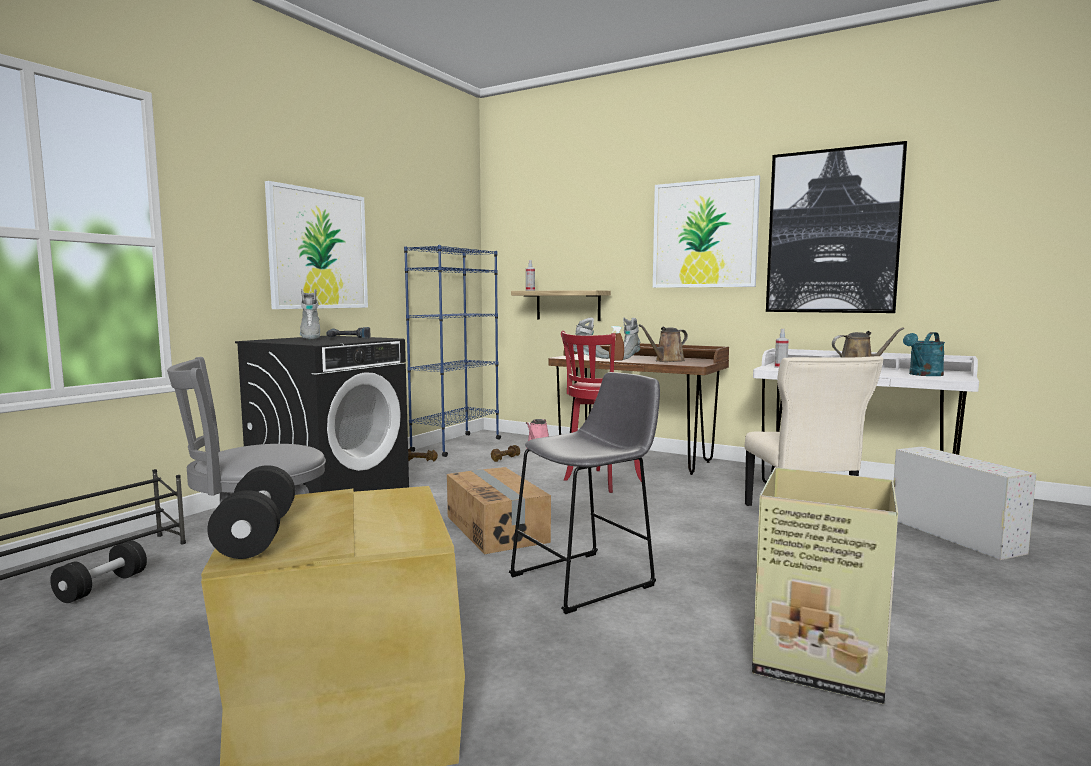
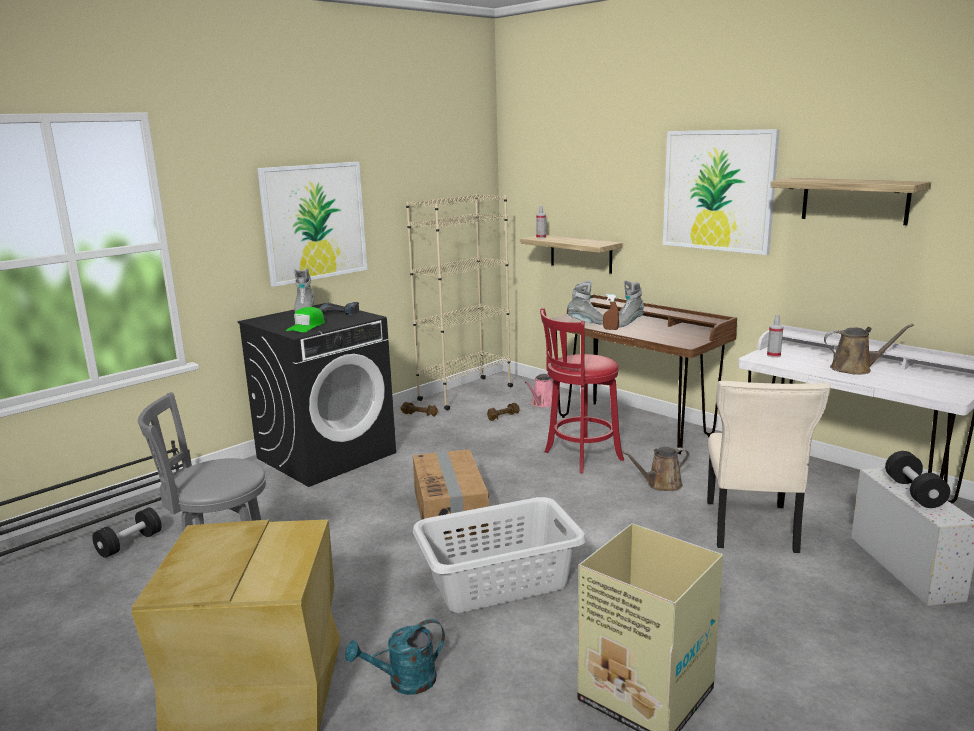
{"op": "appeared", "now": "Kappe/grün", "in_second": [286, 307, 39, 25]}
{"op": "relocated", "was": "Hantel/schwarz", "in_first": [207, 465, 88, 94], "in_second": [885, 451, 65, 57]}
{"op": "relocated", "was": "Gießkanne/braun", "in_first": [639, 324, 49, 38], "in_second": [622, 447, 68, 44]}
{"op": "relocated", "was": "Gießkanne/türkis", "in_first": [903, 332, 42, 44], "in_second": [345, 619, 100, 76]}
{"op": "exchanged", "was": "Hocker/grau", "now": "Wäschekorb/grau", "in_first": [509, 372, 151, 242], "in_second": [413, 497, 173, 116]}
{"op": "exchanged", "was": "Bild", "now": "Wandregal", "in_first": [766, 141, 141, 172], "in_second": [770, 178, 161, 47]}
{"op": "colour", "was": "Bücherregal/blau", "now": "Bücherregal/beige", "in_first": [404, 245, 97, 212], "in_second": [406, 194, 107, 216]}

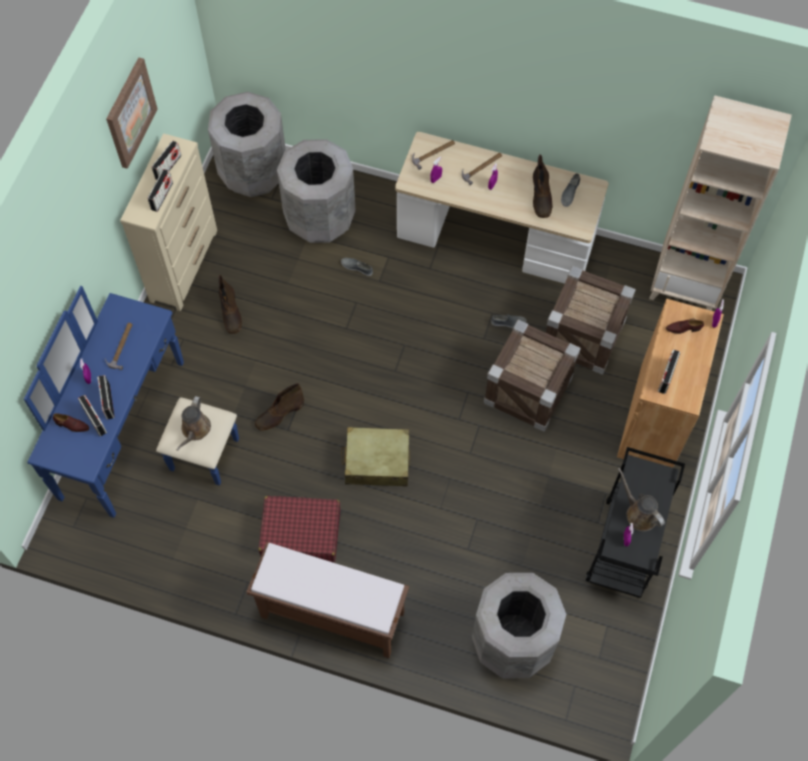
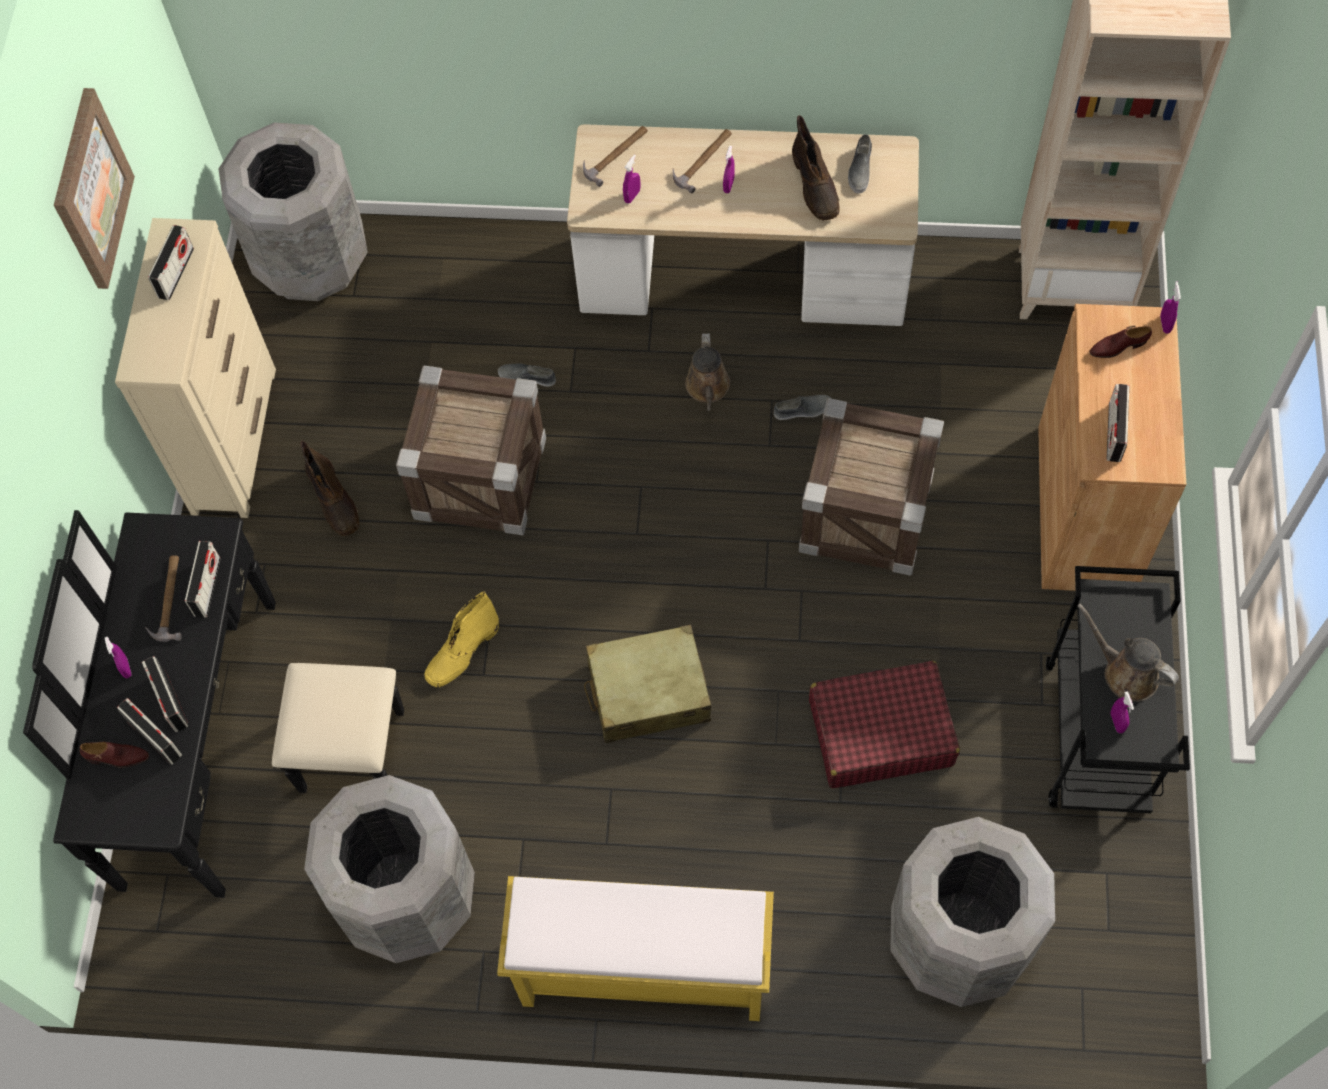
{"op": "relocated", "was": "Radio", "in_first": [148, 169, 25, 43], "in_second": [185, 541, 36, 77]}
{"op": "relocated", "was": "Gießkanne/braun", "in_first": [177, 396, 34, 55], "in_second": [685, 333, 45, 78]}
{"op": "relocated", "was": "Koffer/rot", "in_first": [258, 496, 82, 67], "in_second": [809, 661, 151, 127]}
{"op": "relocated", "was": "Mülleimer/grau", "in_first": [277, 139, 79, 104], "in_second": [304, 775, 171, 188]}
{"op": "relocated", "was": "Kiste", "in_first": [546, 266, 90, 109], "in_second": [396, 366, 150, 169]}
{"op": "colour", "was": "Kommode/blau", "now": "Kommode/schwarz", "in_first": [24, 286, 215, 232], "in_second": [23, 510, 381, 388]}
{"op": "colour", "was": "Bank/braun", "now": "Bank/gelb", "in_first": [247, 542, 162, 116], "in_second": [497, 876, 277, 145]}
{"op": "colour", "was": "Stiefel/braun", "now": "Stiefel/gelb", "in_first": [255, 383, 49, 48], "in_second": [424, 592, 75, 95]}

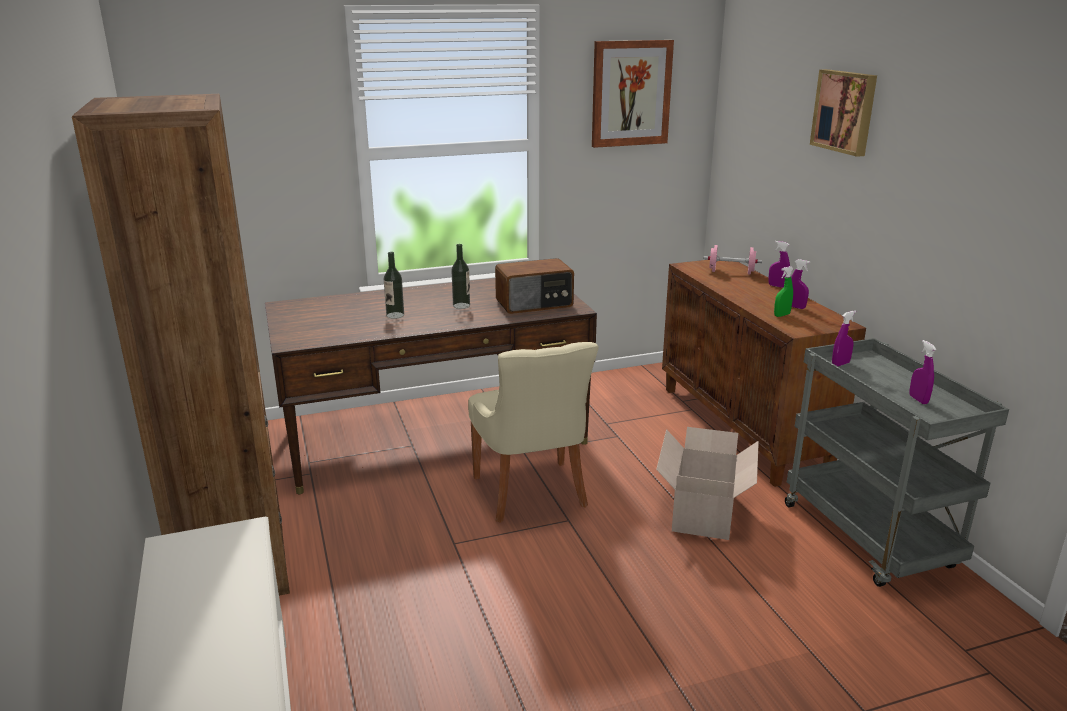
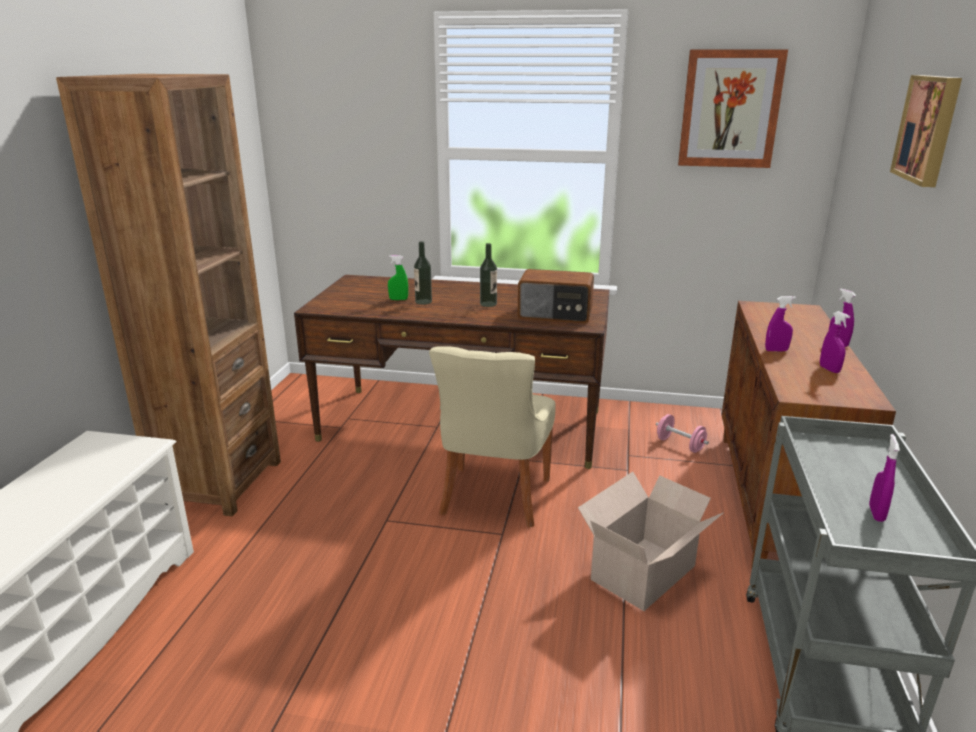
{"op": "relocated", "was": "Hantel/rosa", "in_first": [704, 245, 58, 30], "in_second": [656, 414, 53, 39]}
{"op": "relocated", "was": "Sprühflasche/grün", "in_first": [774, 266, 20, 51], "in_second": [388, 255, 20, 45]}
{"op": "relocated", "was": "Sprühflasche/lila", "in_first": [832, 311, 24, 55], "in_second": [765, 296, 31, 55]}

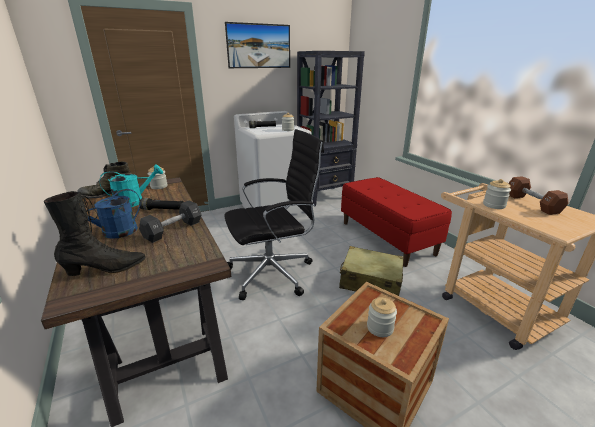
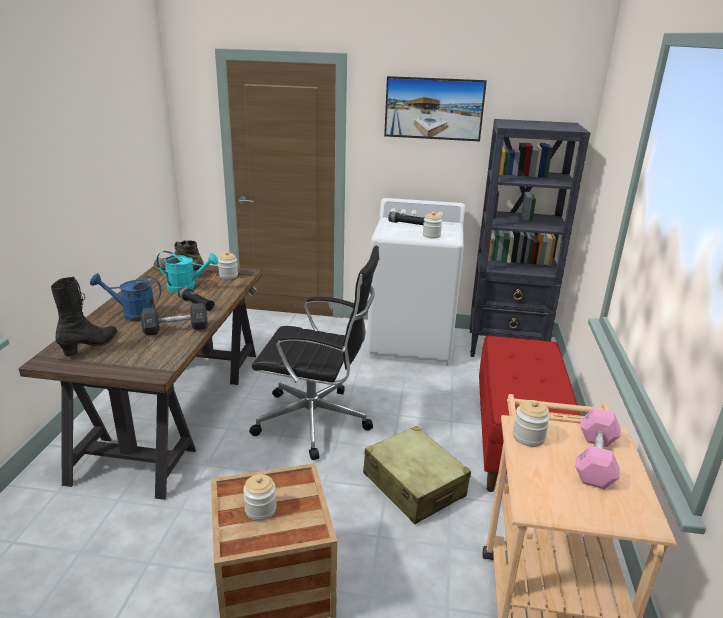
{"op": "colour", "was": "Hantel/braun", "now": "Hantel/rosa", "in_first": [508, 176, 61, 39], "in_second": [575, 408, 46, 81]}
{"op": "spun", "was": "Stiefel/schwarz", "in_first": [44, 191, 102, 85], "in_second": [51, 277, 66, 79], "clockwise": -75}

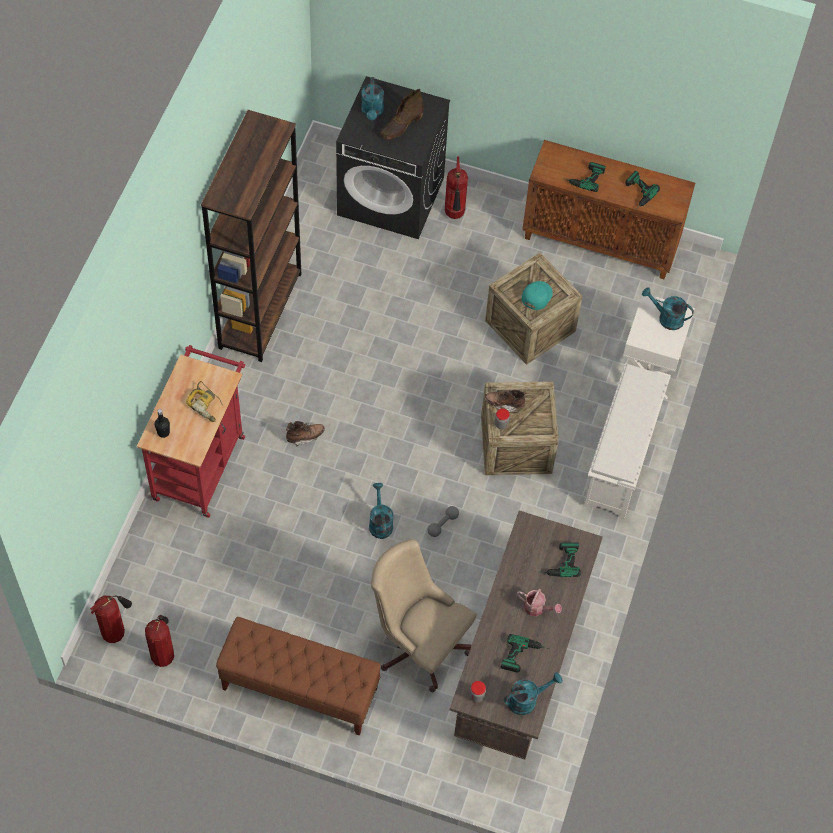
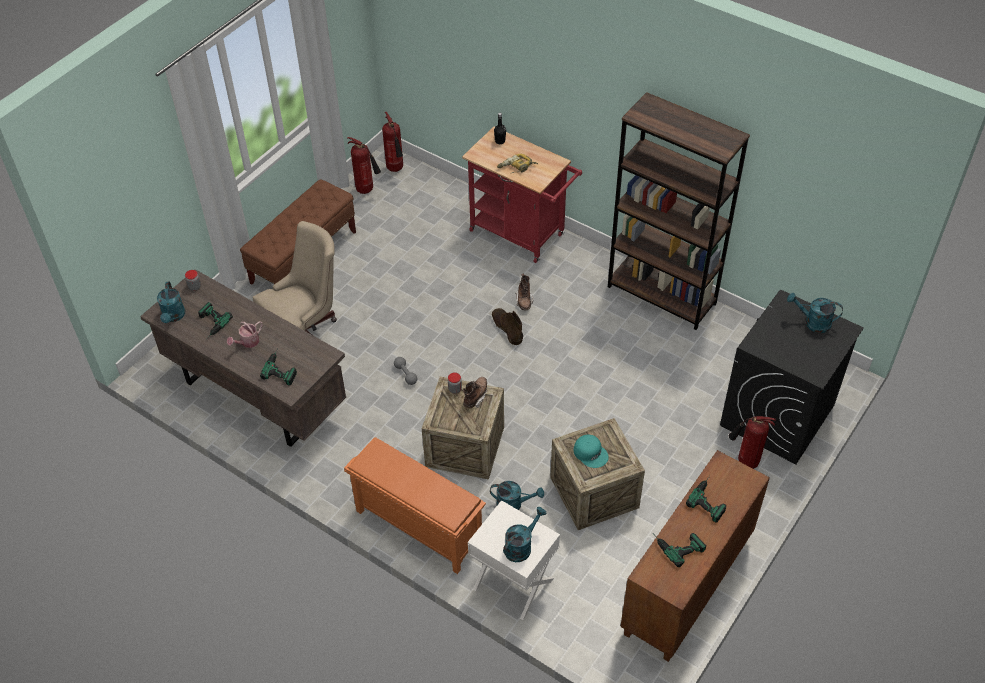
{"op": "relocated", "was": "Gießkanne/türkis", "in_first": [369, 483, 25, 56], "in_second": [490, 481, 54, 29]}
{"op": "relocated", "was": "Stiefel/braun", "in_first": [380, 89, 44, 51], "in_second": [492, 308, 31, 37]}
{"op": "colour", "was": "Schuhregal/weiß", "now": "Schuhregal/orange", "in_first": [583, 363, 88, 156], "in_second": [344, 437, 142, 137]}

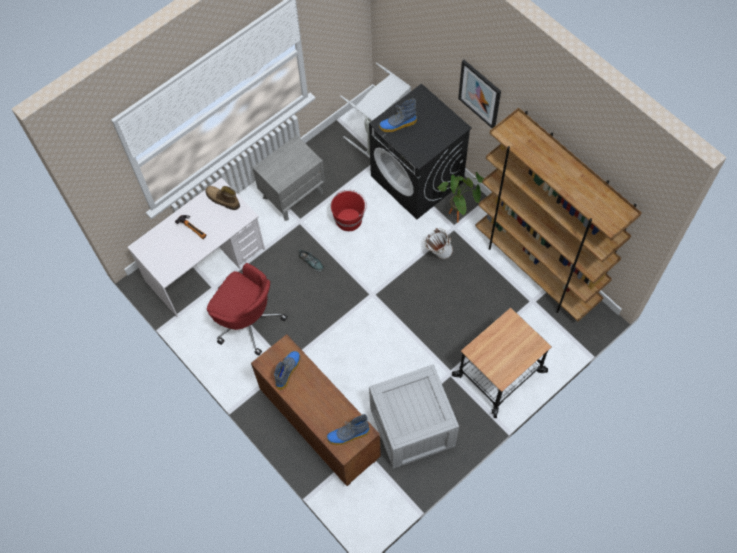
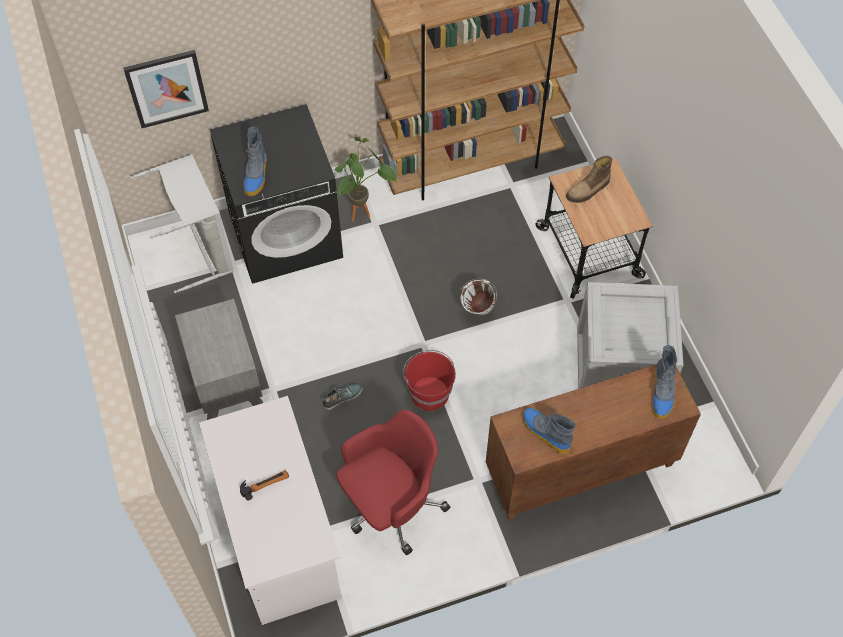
{"op": "relocated", "was": "Stiefel", "in_first": [205, 186, 35, 24], "in_second": [566, 156, 46, 47]}
{"op": "relocated", "was": "Eimer/rot", "in_first": [331, 190, 36, 41], "in_second": [403, 350, 53, 61]}
{"op": "relocated", "was": "Eimer/weiß", "in_first": [425, 228, 28, 31], "in_second": [460, 279, 37, 36]}
{"op": "relocated", "was": "Bild", "in_first": [458, 60, 43, 68], "in_second": [123, 50, 86, 78]}

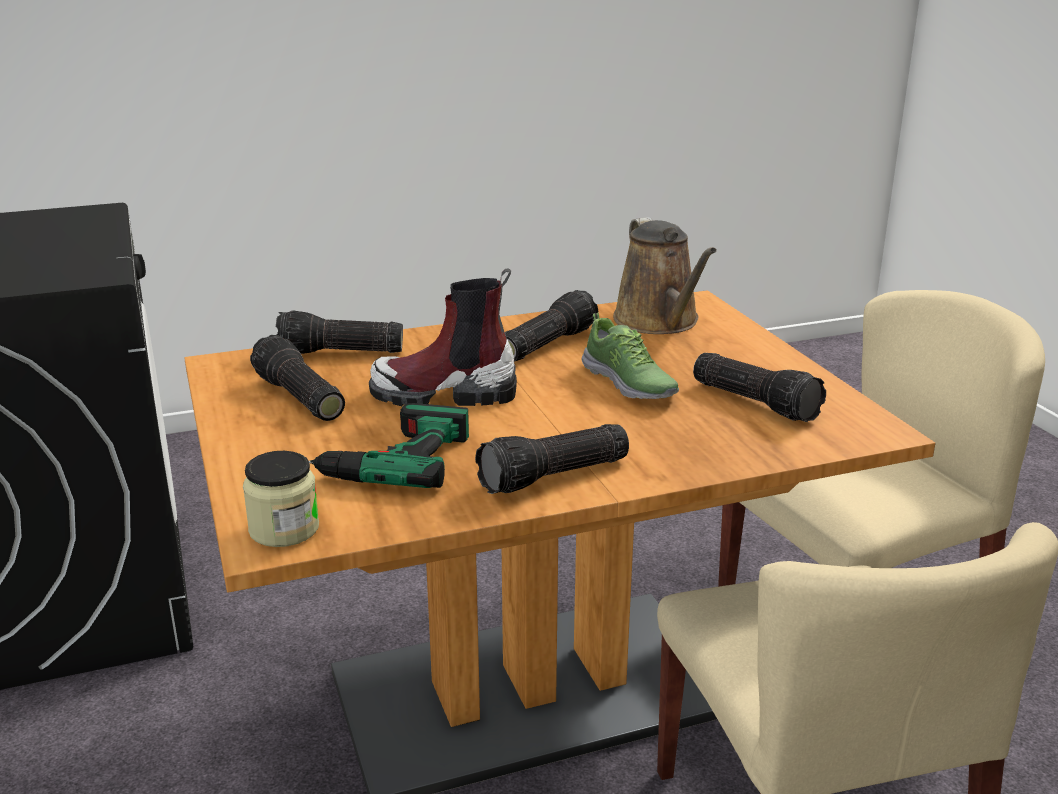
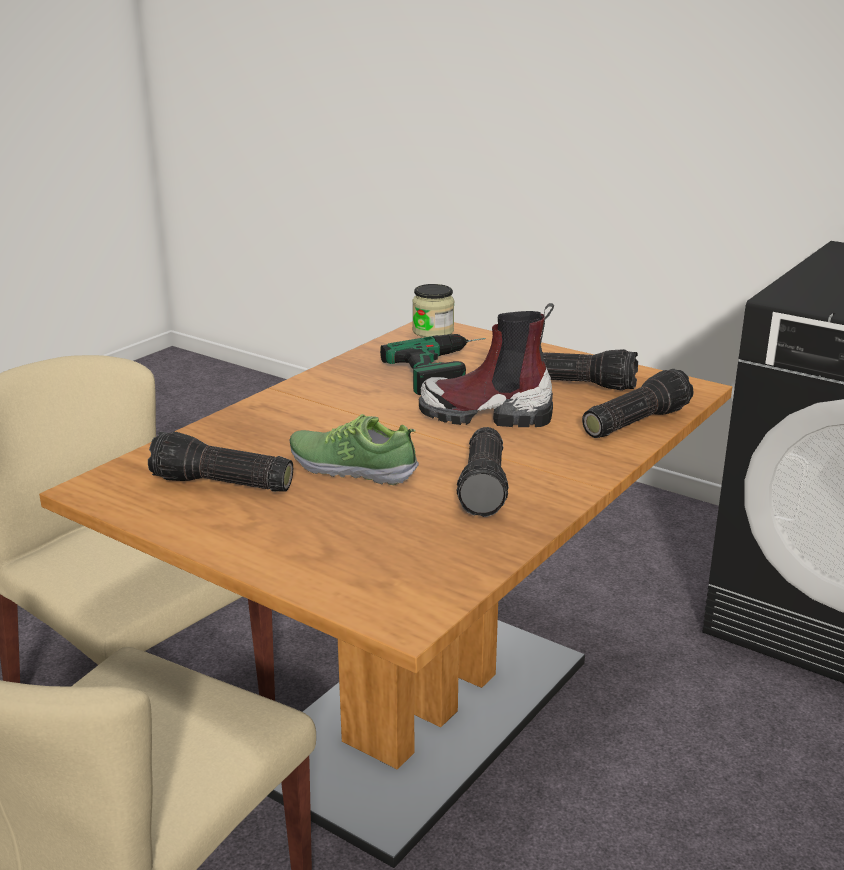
{"op": "missing", "was": "Taschenlampe", "in_first": [475, 424, 154, 70]}
{"op": "missing", "was": "Gießkanne/braun", "in_first": [613, 217, 104, 117]}
{"op": "spun", "was": "Stiefel", "in_first": [369, 268, 148, 138], "in_second": [419, 303, 136, 124], "clockwise": -135}

